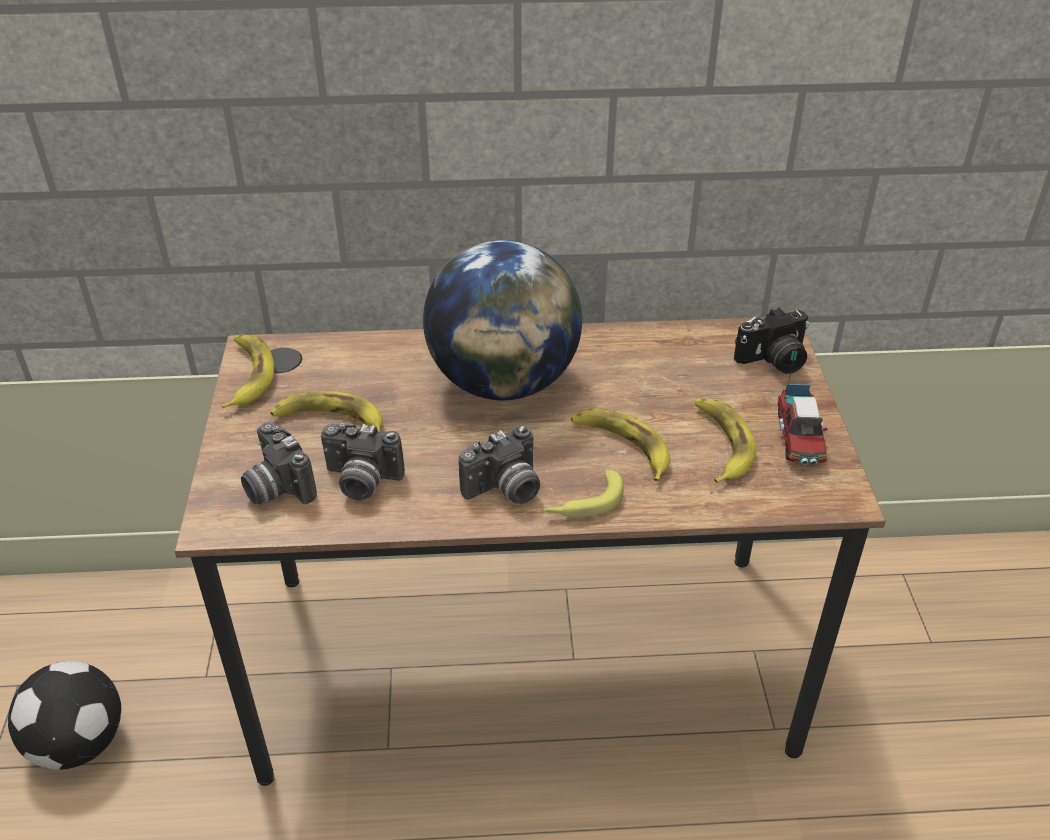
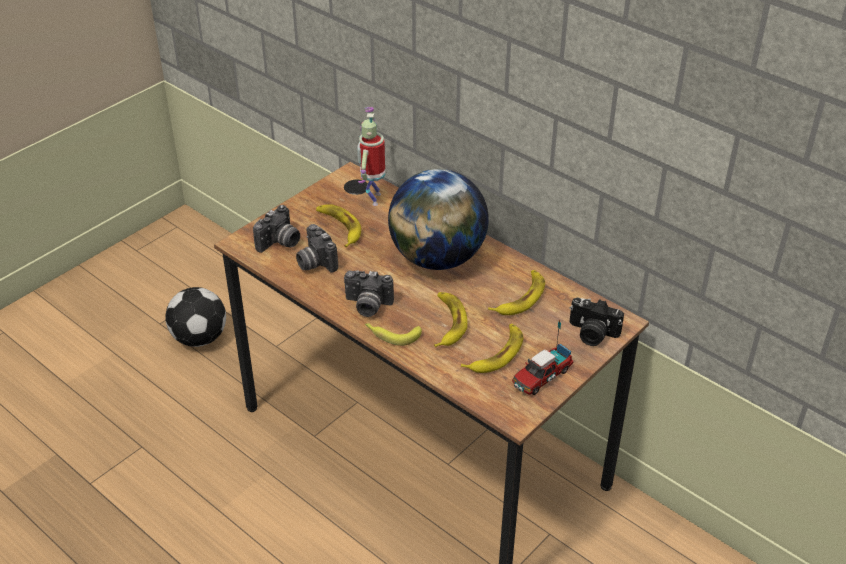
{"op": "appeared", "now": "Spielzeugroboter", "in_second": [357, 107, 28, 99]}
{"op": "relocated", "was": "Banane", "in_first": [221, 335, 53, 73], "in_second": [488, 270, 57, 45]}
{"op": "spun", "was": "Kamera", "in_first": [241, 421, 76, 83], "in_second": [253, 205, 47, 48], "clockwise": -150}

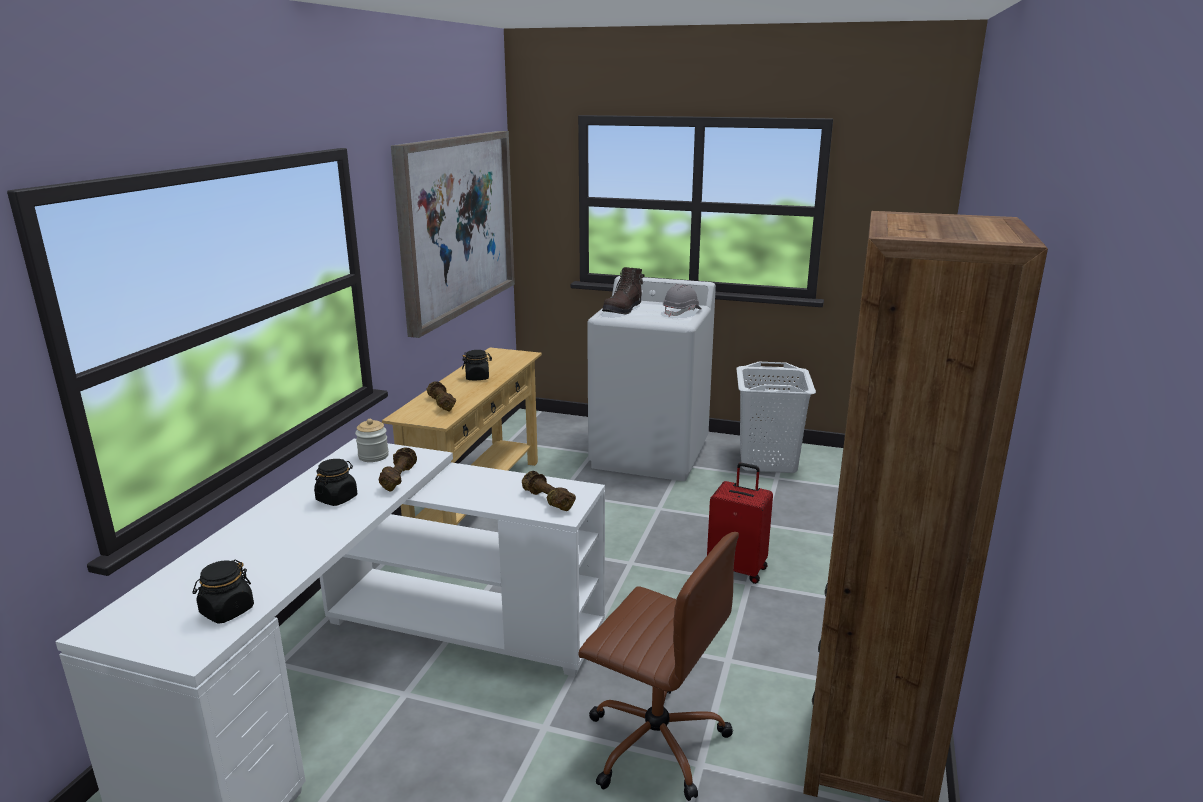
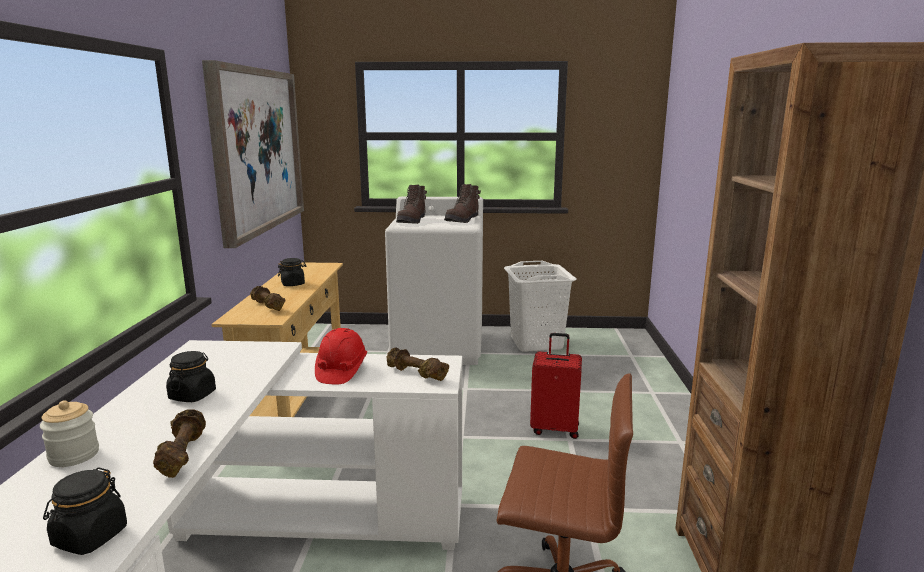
{"op": "appeared", "now": "Schutzhelm/rot", "in_second": [315, 328, 52, 56]}
{"op": "relocated", "was": "Vorratsglas", "in_first": [355, 419, 34, 43], "in_second": [40, 400, 59, 67]}
{"op": "relocated", "was": "Hantel/braun", "in_first": [379, 447, 38, 45], "in_second": [153, 409, 53, 69]}
{"op": "exchanged", "was": "Schutzhelm/grau", "now": "Stiefel/braun", "in_first": [663, 284, 39, 33], "in_second": [444, 184, 37, 39]}

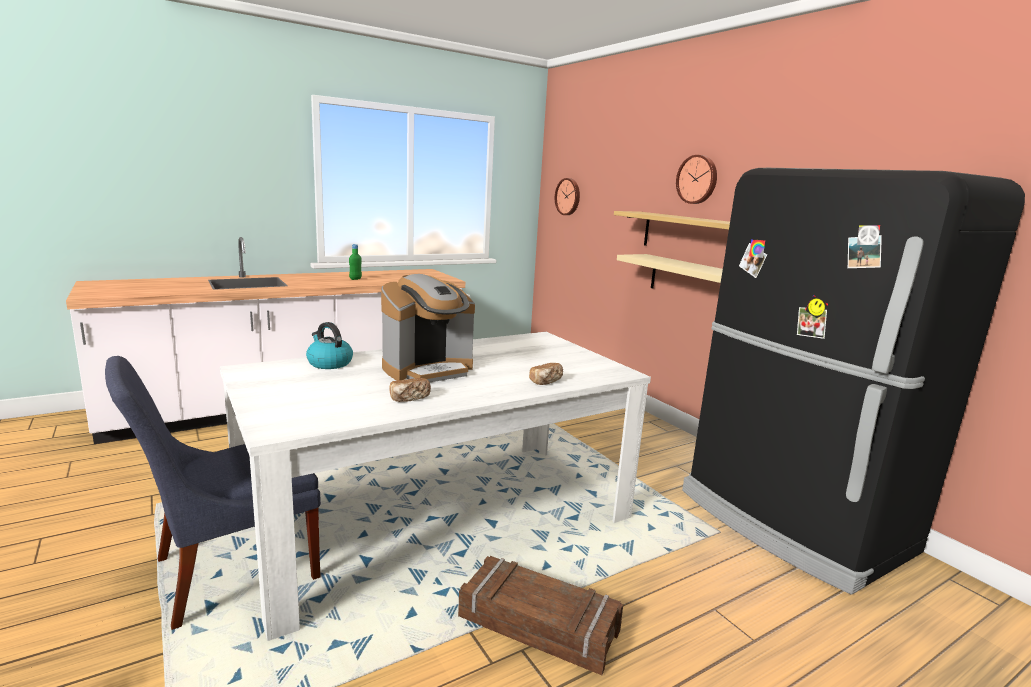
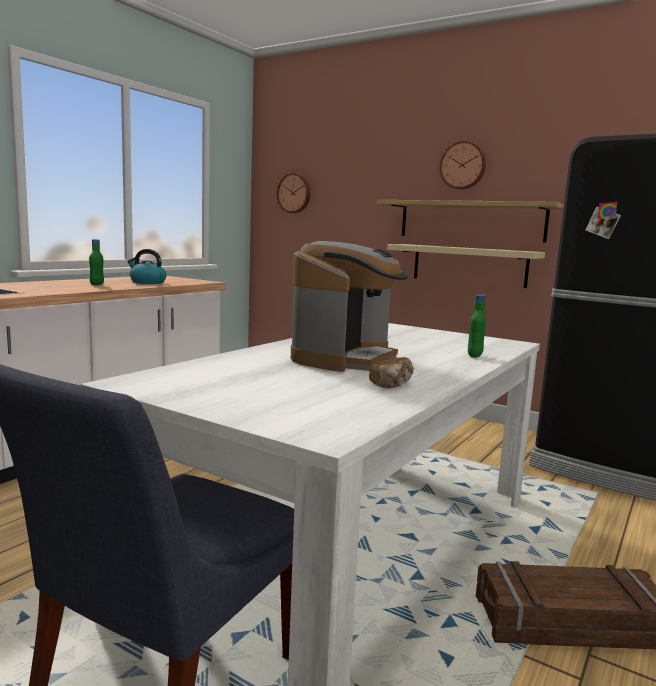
{"op": "relocated", "was": "Wasserkessel", "in_first": [306, 322, 47, 47], "in_second": [128, 249, 38, 35]}
{"op": "exchanged", "was": "Brot", "now": "Flasche/grün", "in_first": [529, 363, 34, 22], "in_second": [468, 295, 18, 63]}

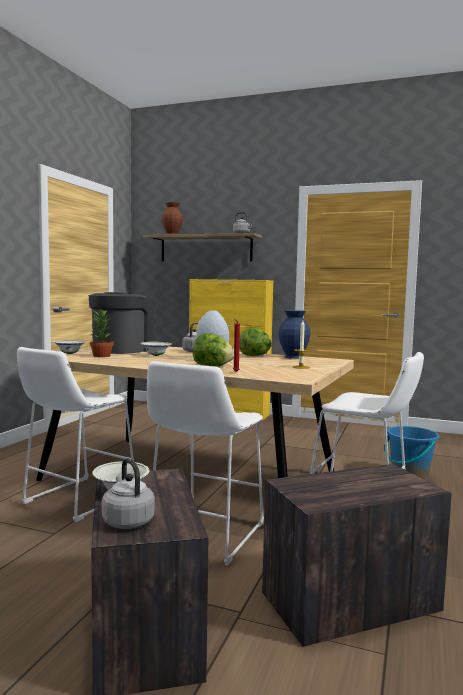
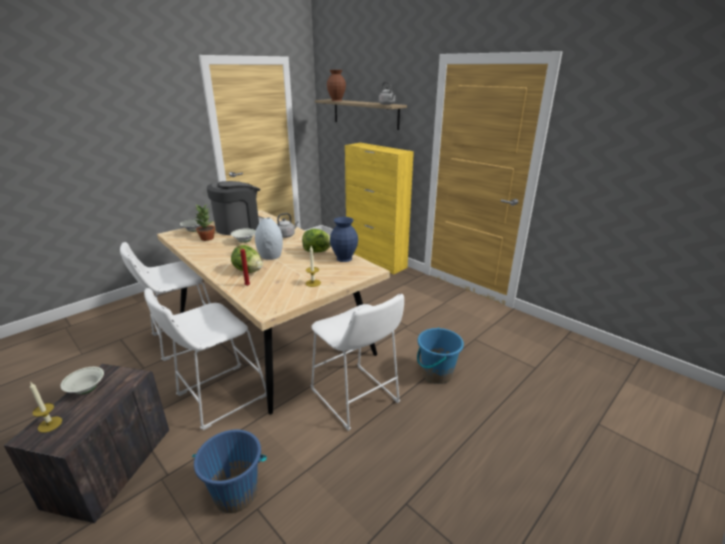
{"op": "exchanged", "was": "Wasserkessel/grau", "now": "Kerze", "in_first": [102, 458, 53, 71], "in_second": [30, 382, 32, 51]}
{"op": "exchanged", "was": "Kiste", "now": "Eimer/blau", "in_first": [262, 464, 190, 183], "in_second": [192, 430, 75, 83]}

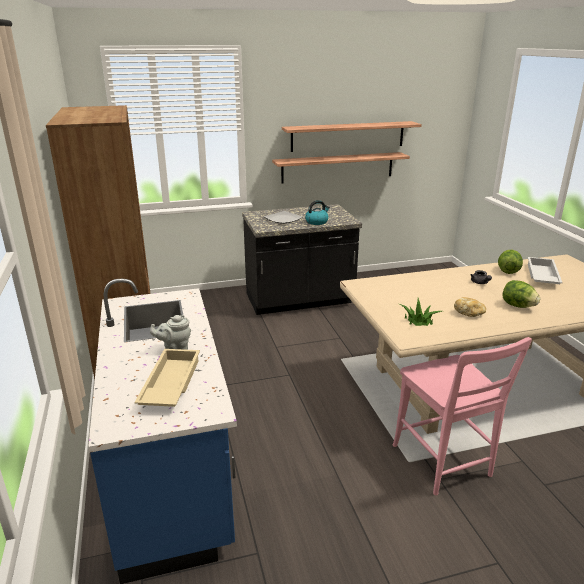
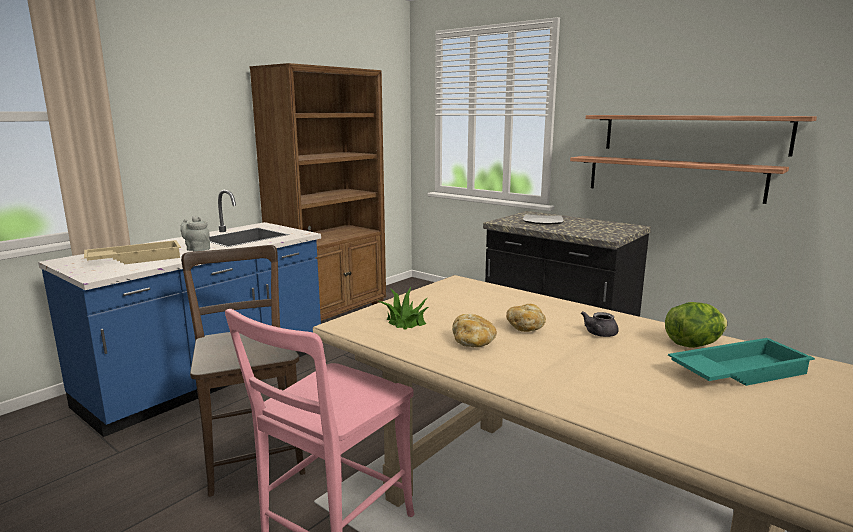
{"op": "missing", "was": "Wasserkessel", "in_first": [305, 200, 25, 25]}
{"op": "missing", "was": "Salatkopf", "in_first": [502, 280, 38, 28]}
{"op": "appeared", "now": "Stuhl/braun", "in_second": [181, 245, 125, 252]}
{"op": "appeared", "now": "Brot", "in_second": [506, 304, 40, 28]}
{"op": "colour", "was": "Tablett/weiß", "now": "Tablett/türkis", "in_first": [528, 257, 34, 27], "in_second": [668, 338, 147, 48]}

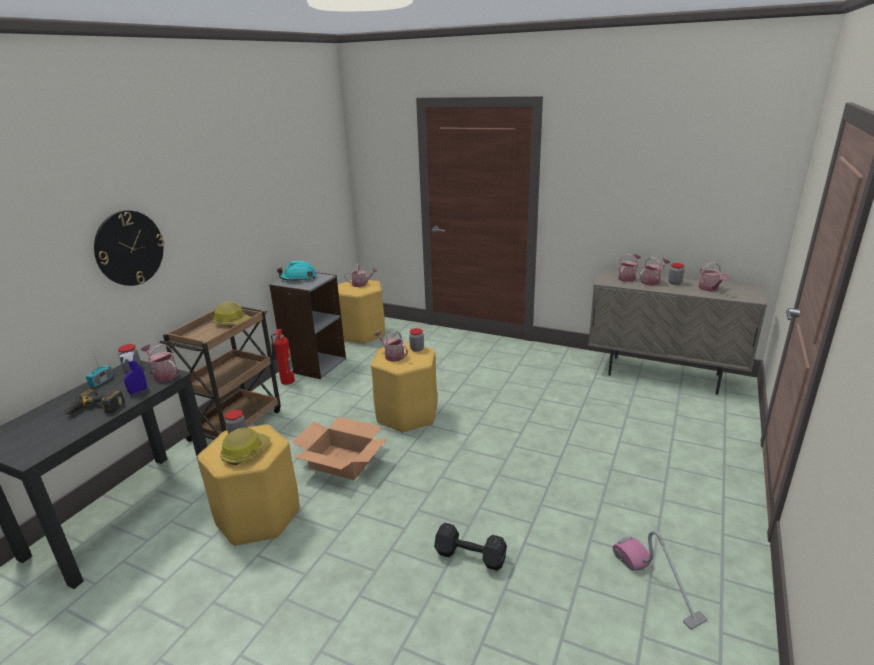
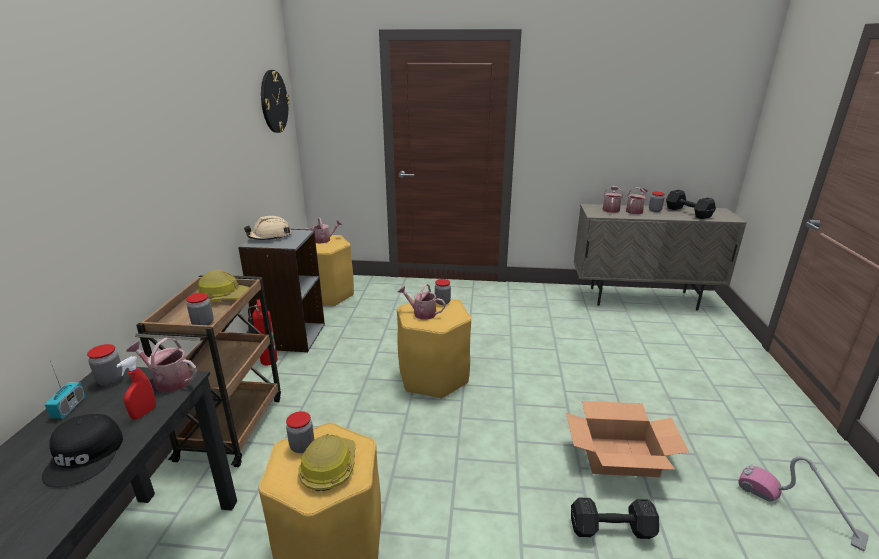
{"op": "appeared", "now": "Vorratsglas", "in_second": [186, 293, 28, 32]}
{"op": "relocated", "was": "Wanduhr", "in_first": [94, 210, 70, 76], "in_second": [261, 70, 29, 63]}
{"op": "relocated", "was": "Karton", "in_first": [292, 417, 95, 63], "in_second": [566, 401, 123, 76]}
{"op": "exchanged", "was": "Bohrmaschine", "now": "Kappe/schwarz", "in_first": [64, 389, 61, 26], "in_second": [42, 414, 81, 73]}
{"op": "exchanged", "was": "Gießkanne", "now": "Hantel/schwarz", "in_first": [698, 262, 31, 29], "in_second": [666, 190, 50, 29]}
{"op": "colour", "was": "Sprühflasche/blau", "now": "Sprühflasche/rot", "in_first": [119, 352, 28, 43], "in_second": [116, 356, 40, 64]}
{"op": "colour", "was": "Schutzhelm/türkis", "now": "Schutzhelm/beige", "in_first": [277, 261, 39, 21], "in_second": [244, 216, 48, 24]}

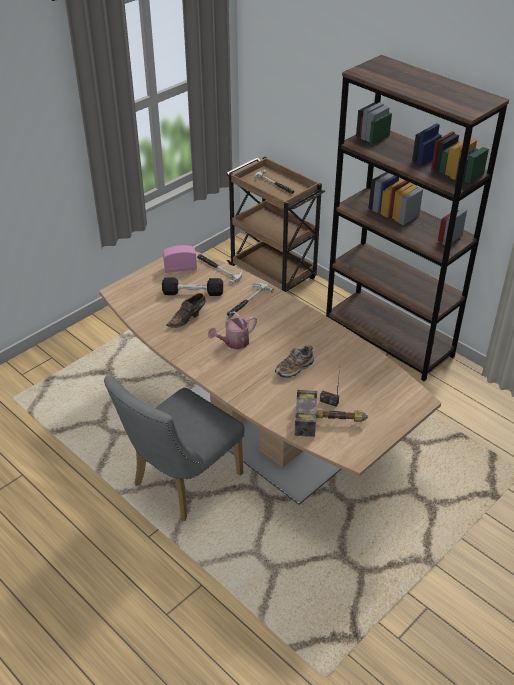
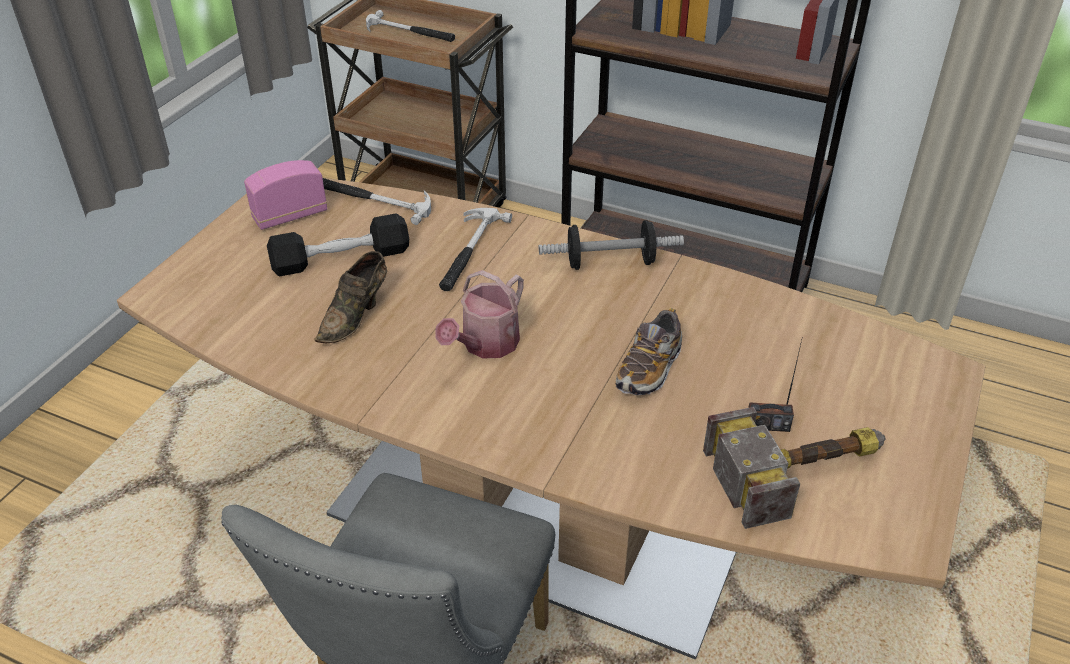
{"op": "appeared", "now": "Hantel", "in_second": [539, 220, 145, 50]}

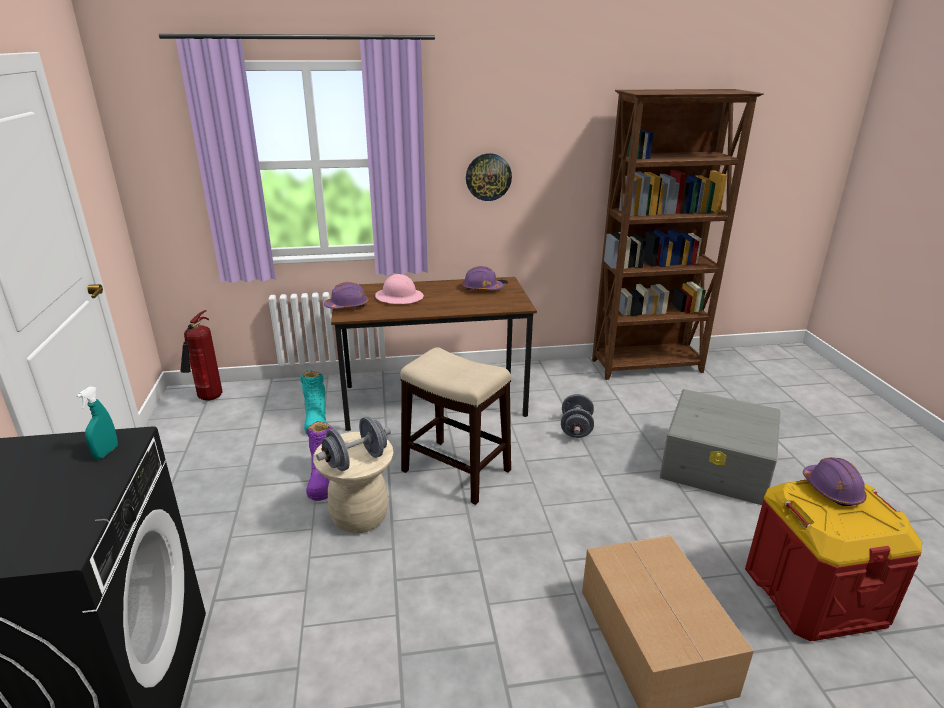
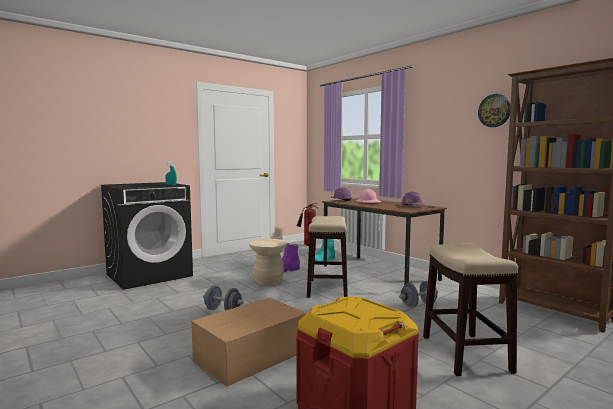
{"op": "missing", "was": "Schutzhelm/lila", "in_first": [803, 457, 64, 49]}
{"op": "relocated", "was": "Hantel/grau", "in_first": [316, 417, 75, 54], "in_second": [203, 285, 41, 26]}
{"op": "relocated", "was": "Wanduhr", "in_first": [466, 153, 46, 48], "in_second": [478, 94, 33, 33]}
{"op": "exchanged", "was": "Aufbewahrungsbox/grau", "now": "Hocker", "in_first": [660, 389, 120, 116], "in_second": [423, 244, 95, 132]}

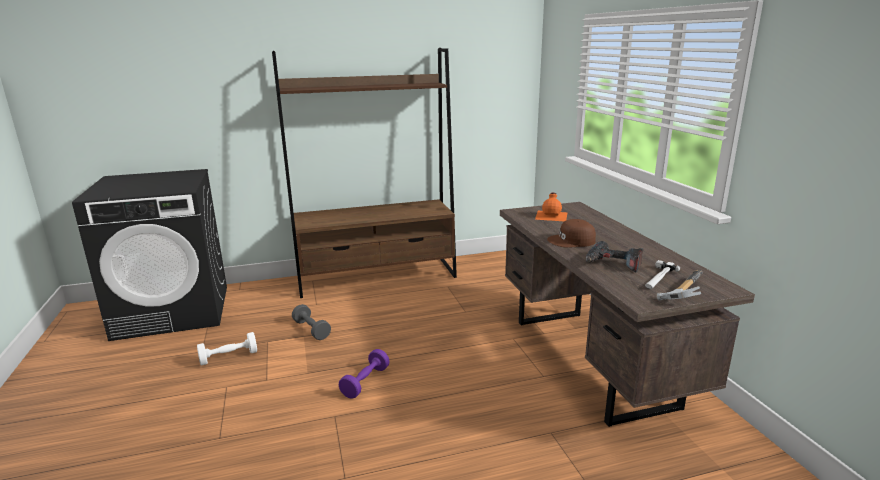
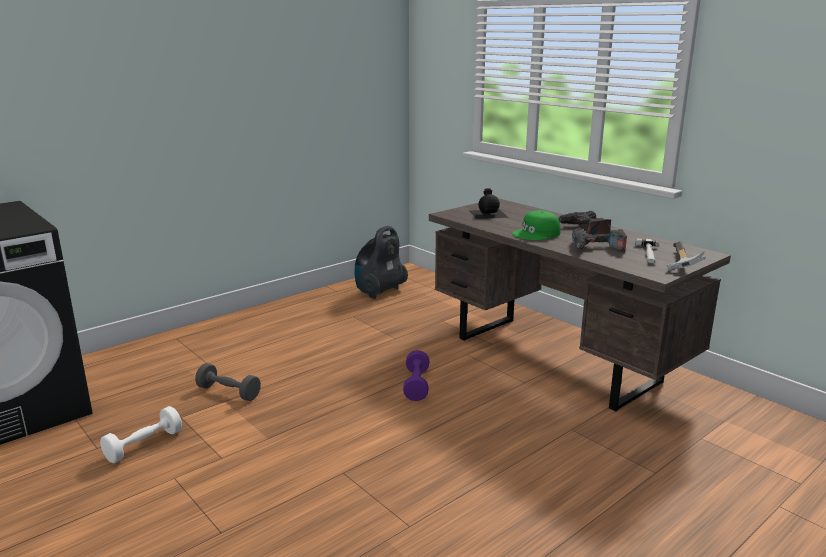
{"op": "missing", "was": "Bücherregal/braun", "in_first": [272, 48, 185, 250]}
{"op": "appeared", "now": "Staubsauger", "in_second": [355, 226, 53, 73]}
{"op": "appeared", "now": "Bohrmaschine", "in_second": [558, 211, 53, 24]}
{"op": "relocated", "was": "Hantel/lila", "in_first": [339, 349, 51, 50], "in_second": [403, 350, 26, 51]}
{"op": "colour", "was": "Flasche/orange", "now": "Flasche/schwarz", "in_first": [535, 193, 33, 28], "in_second": [469, 188, 40, 31]}
{"op": "colour", "was": "Kappe/braun", "now": "Kappe/grün", "in_first": [547, 219, 49, 29], "in_second": [512, 210, 49, 30]}

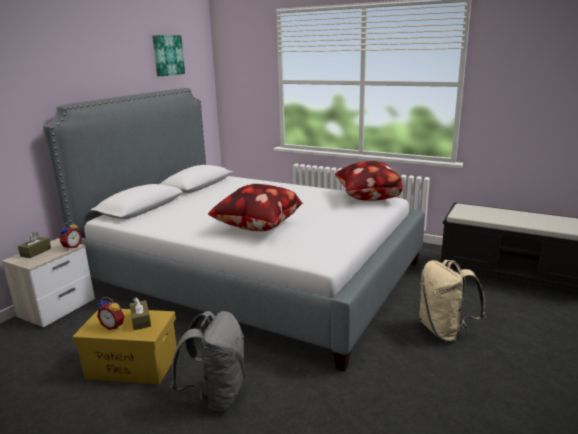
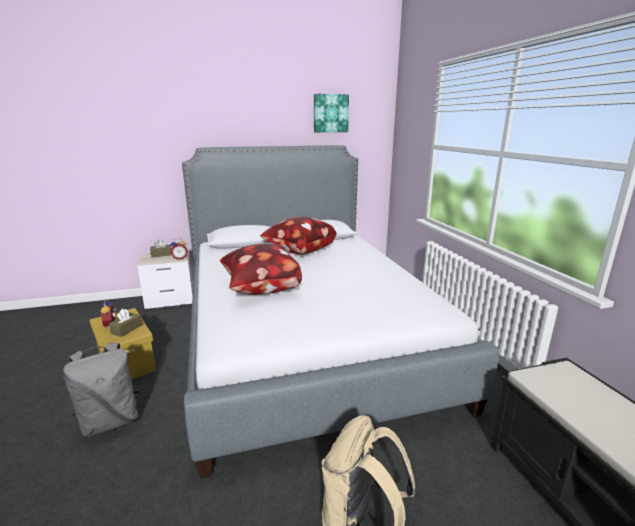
{"op": "relocated", "was": "Kissen", "in_first": [335, 161, 68, 40], "in_second": [260, 217, 77, 38]}

